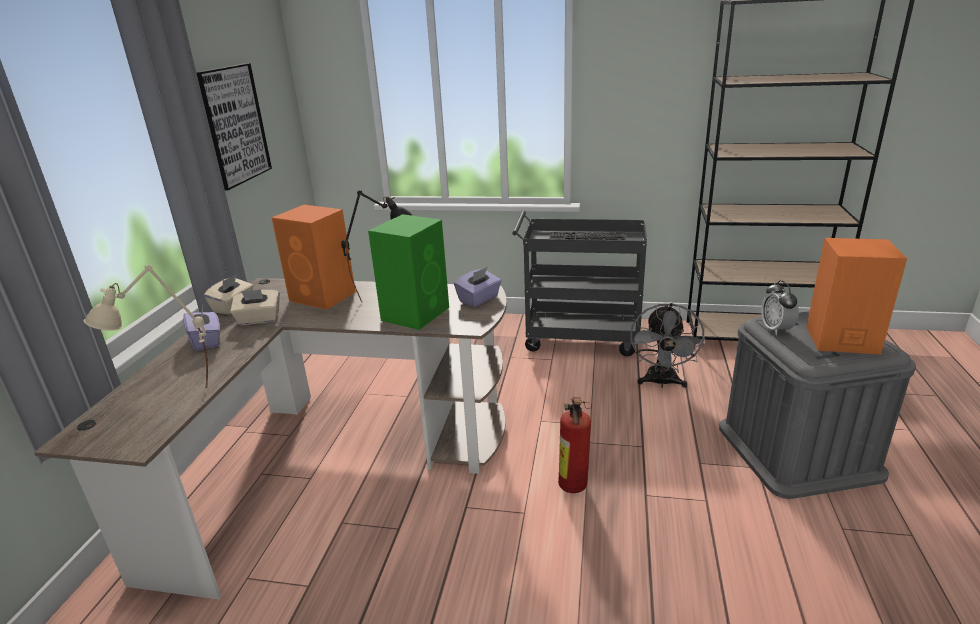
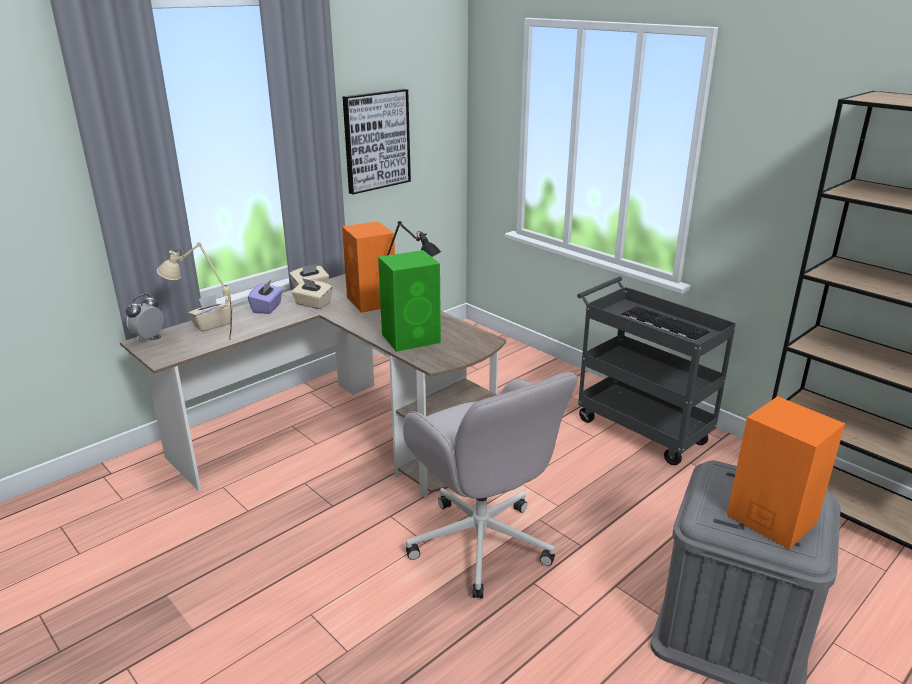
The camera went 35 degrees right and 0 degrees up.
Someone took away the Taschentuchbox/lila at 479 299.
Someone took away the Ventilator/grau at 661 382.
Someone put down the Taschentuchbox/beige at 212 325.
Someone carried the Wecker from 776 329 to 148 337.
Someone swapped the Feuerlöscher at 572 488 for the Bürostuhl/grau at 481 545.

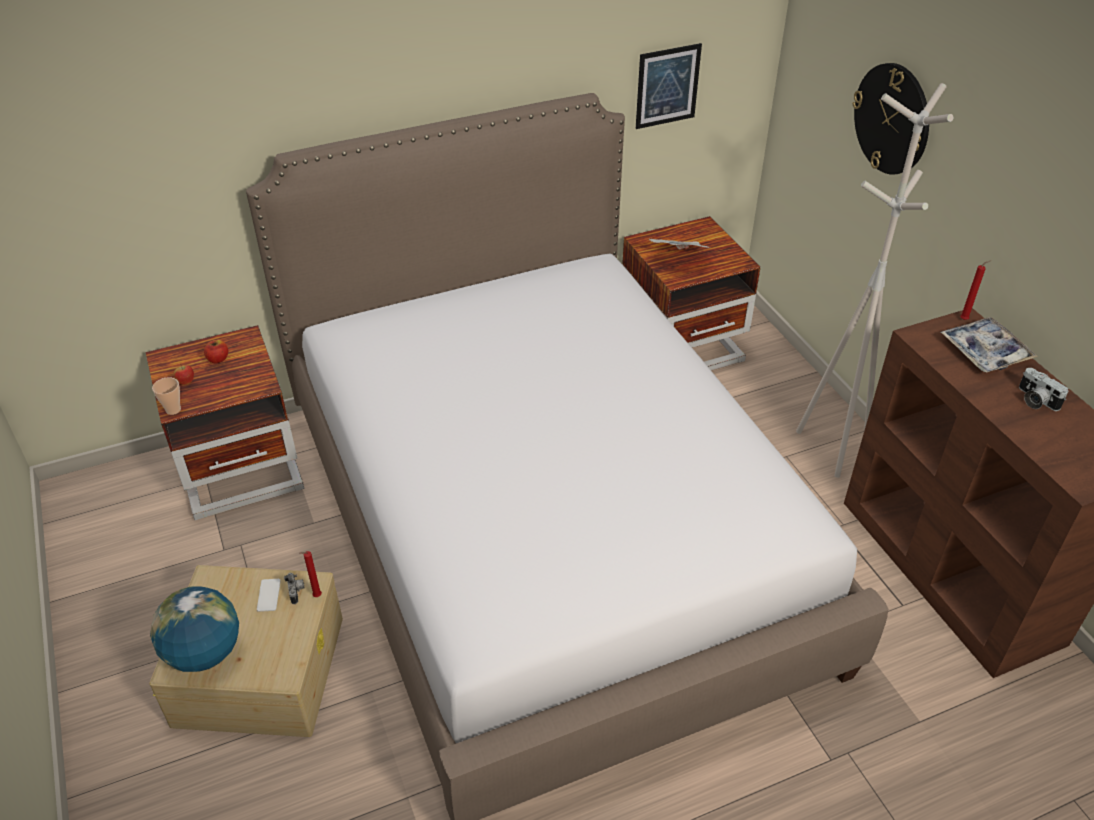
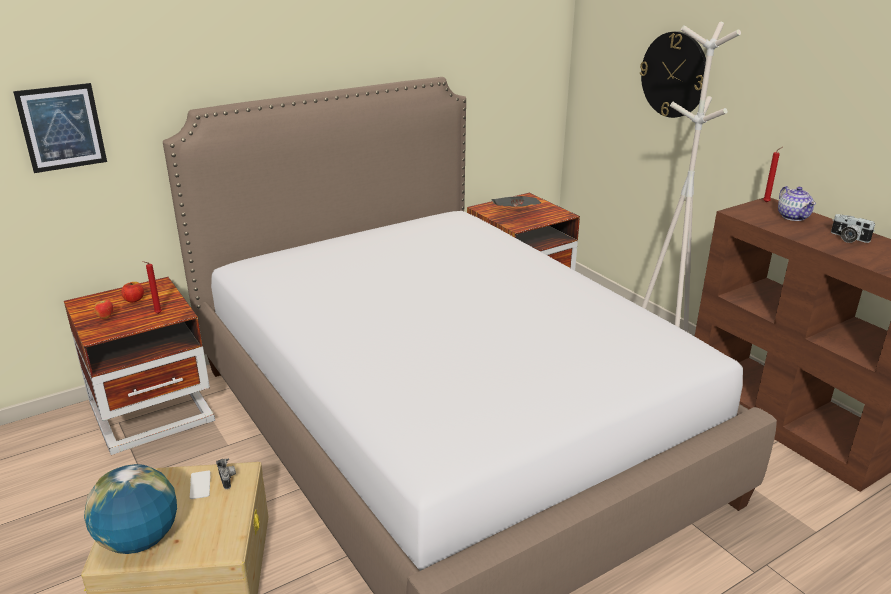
The camera went 10 degrees left and 15 degrees down.
Someone took away the Tasse at 173 410.
Someone carried the Kerze/rot from 316 596 to 157 314.
Someone carried the Bild from 667 86 to 62 127.
Someone swapped the Tablett at 985 351 for the Teekanne at 793 217.

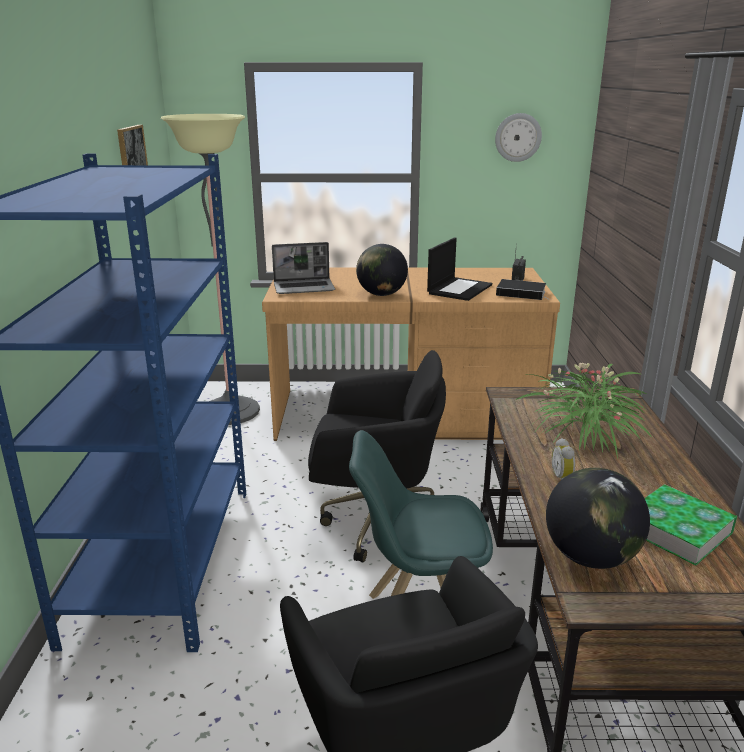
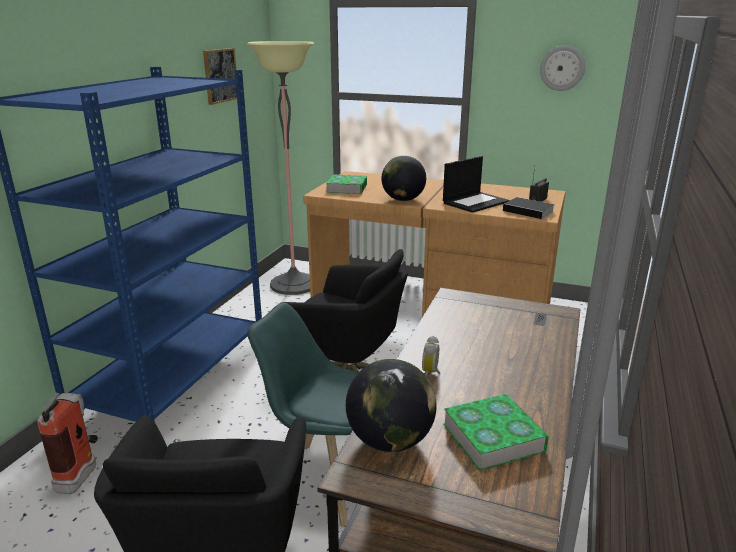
The camera went 20 degrees right and 0 degrees up.
Someone took away the Topfpflanze at 584 433.
Someone put down the Feuerlöscher at 81 473.
Someone swapped the Laptop at 304 287 for the Buch at 347 188.

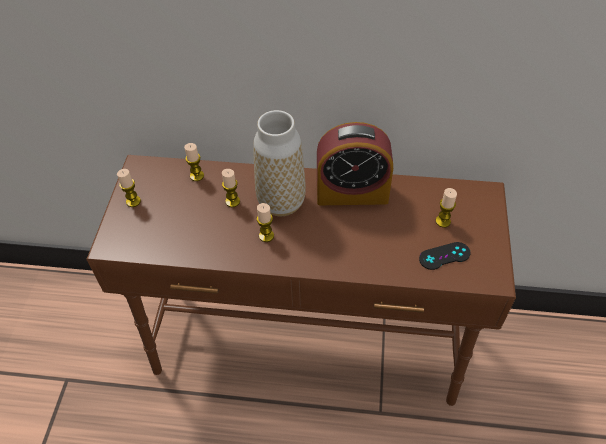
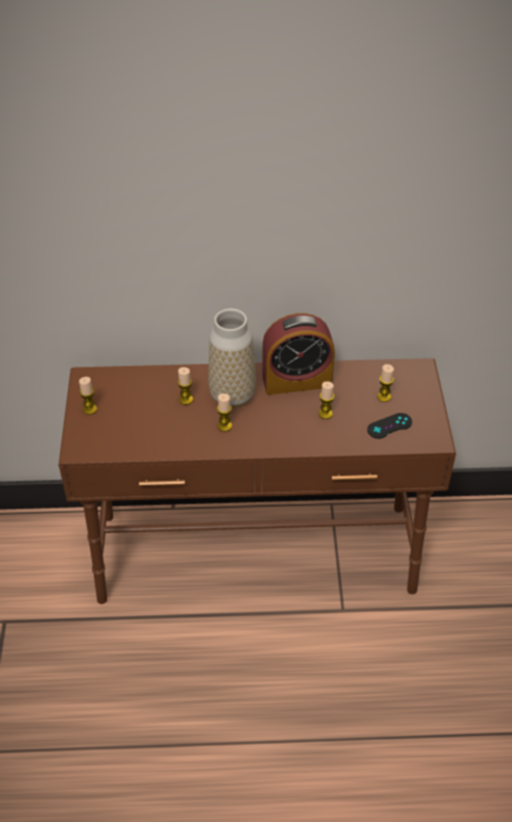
The camera went 10 degrees left and 5 degrees down.
Someone carried the Kerze from 197 176 to 325 414.

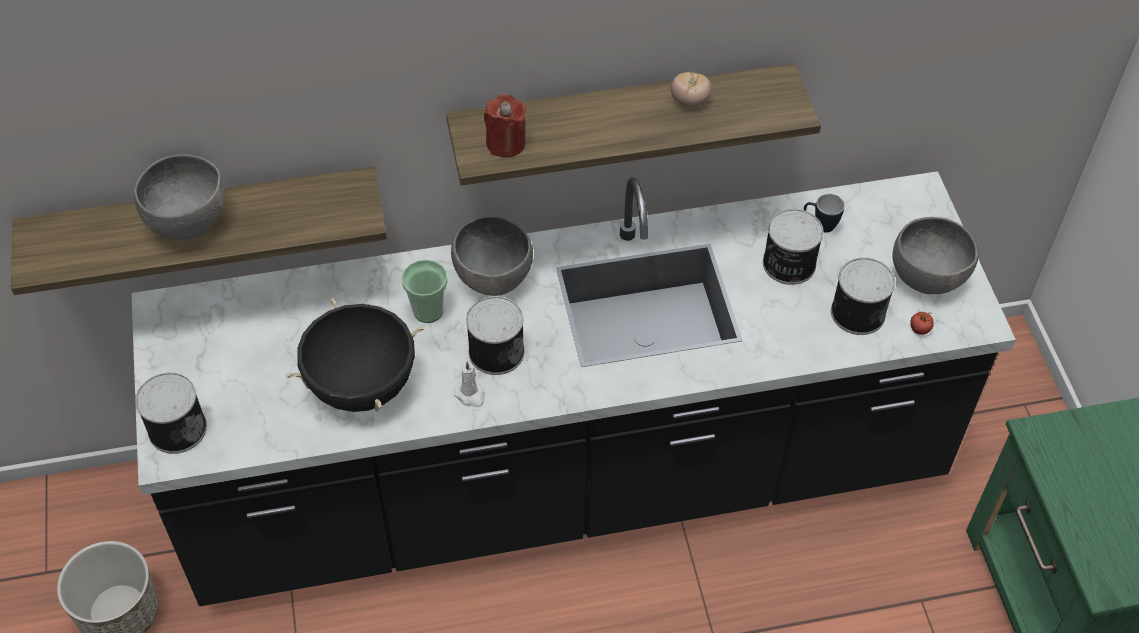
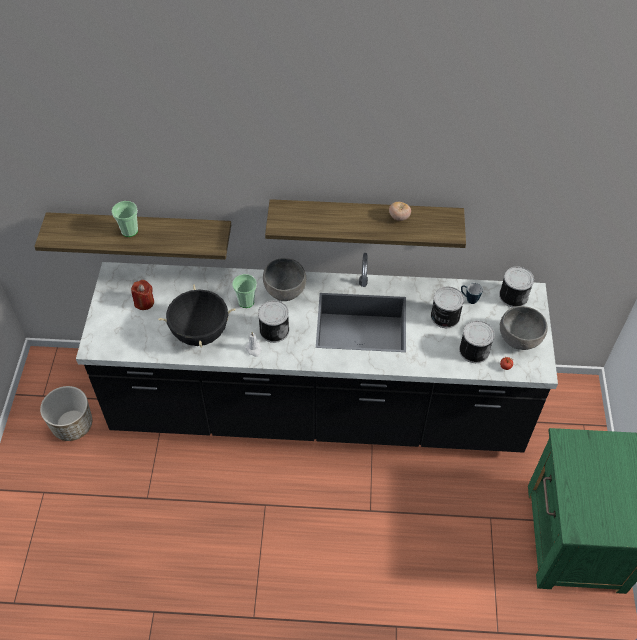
The camera went 15 degrees right and 0 degrees up.
Someone carried the Dose from 176 428 to 513 295.
Someone carried the Kerze/rot from 506 143 to 144 302.
Someone swapped the Schüssel/grau at 189 222 for the Tasse at 129 231.

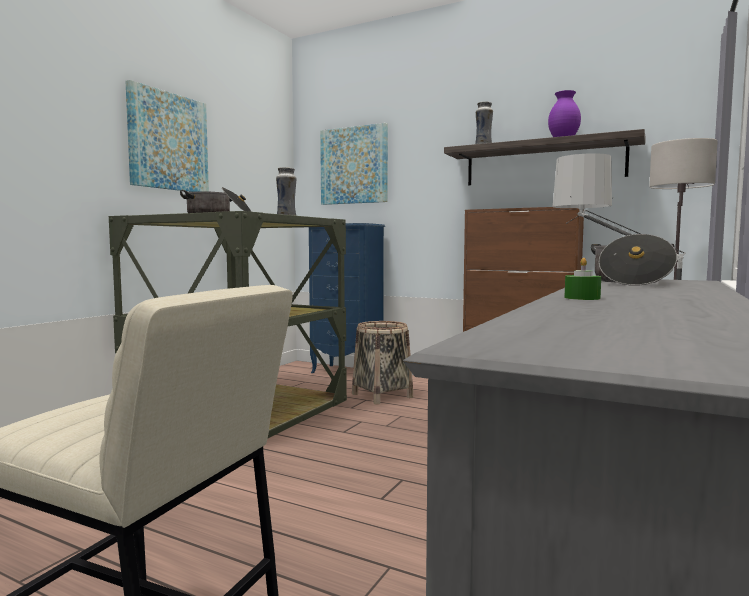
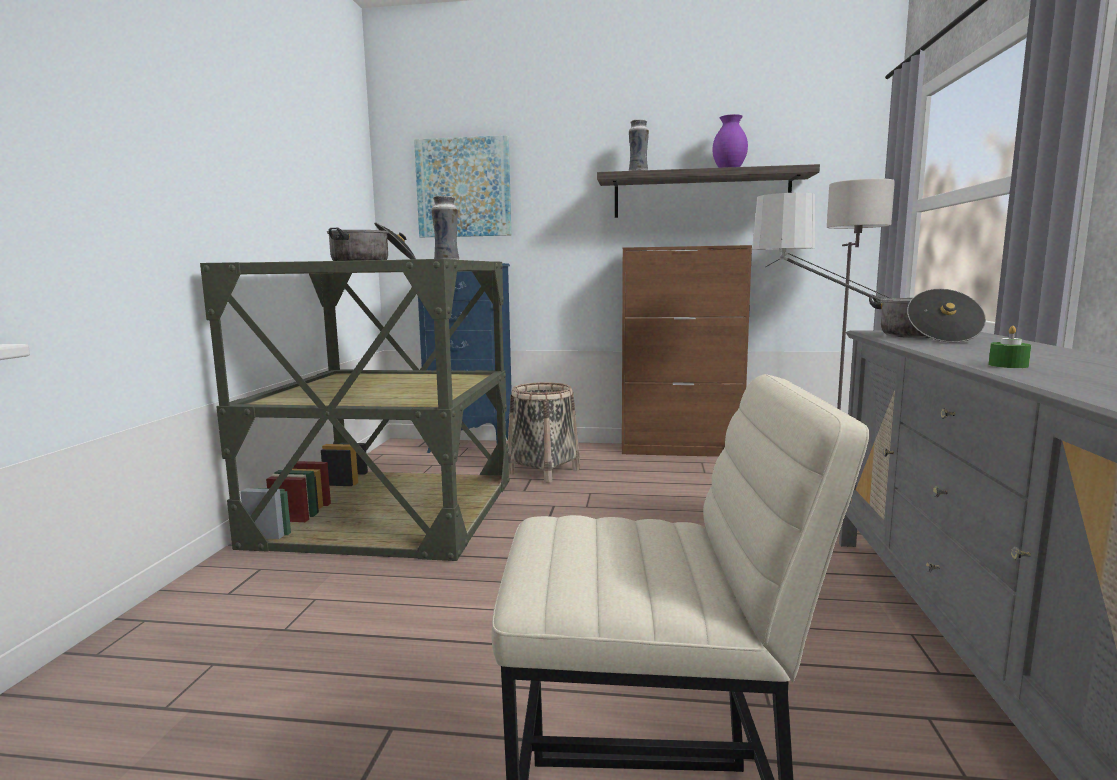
The camera went 20 degrees left and 5 degrees up.
Someone took away the Bild at 168 141.

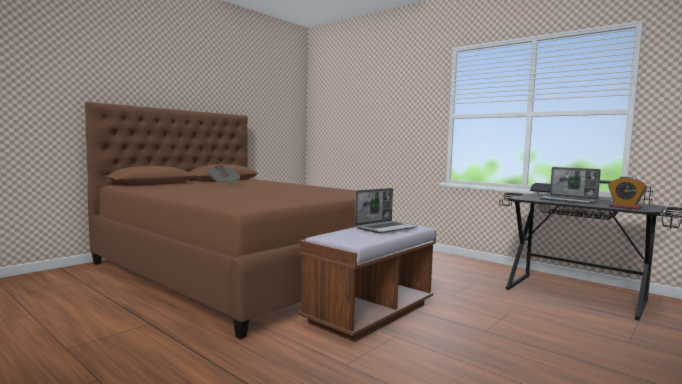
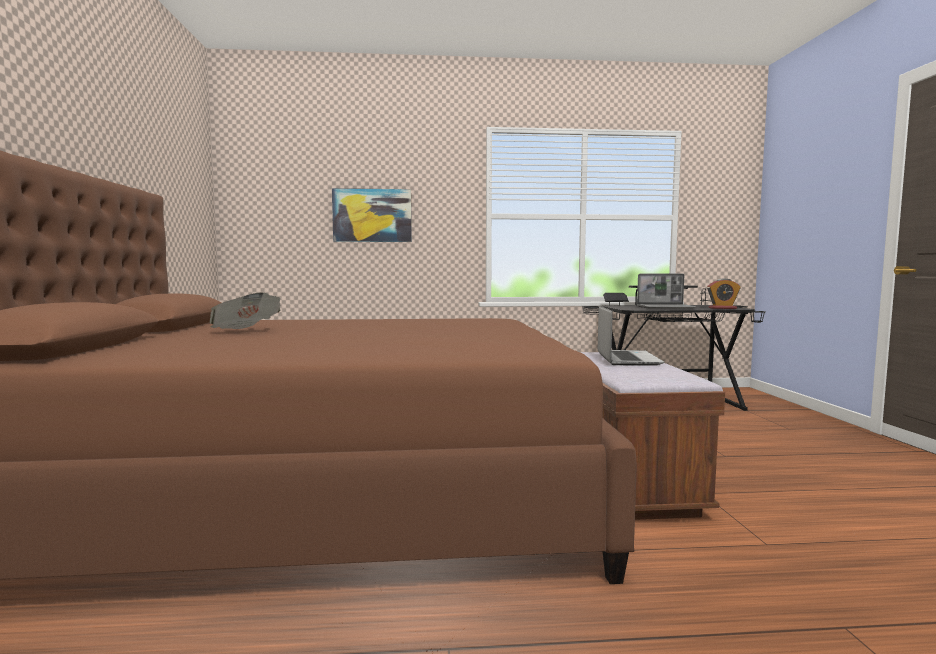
The camera went 45 degrees left and 0 degrees up.
Someone put up the Bild at 372 215.

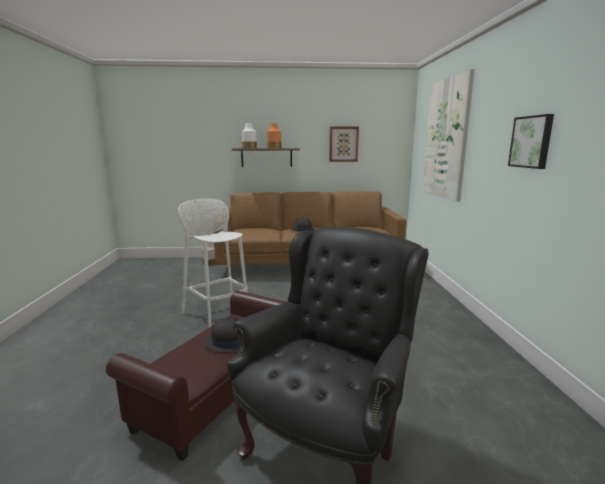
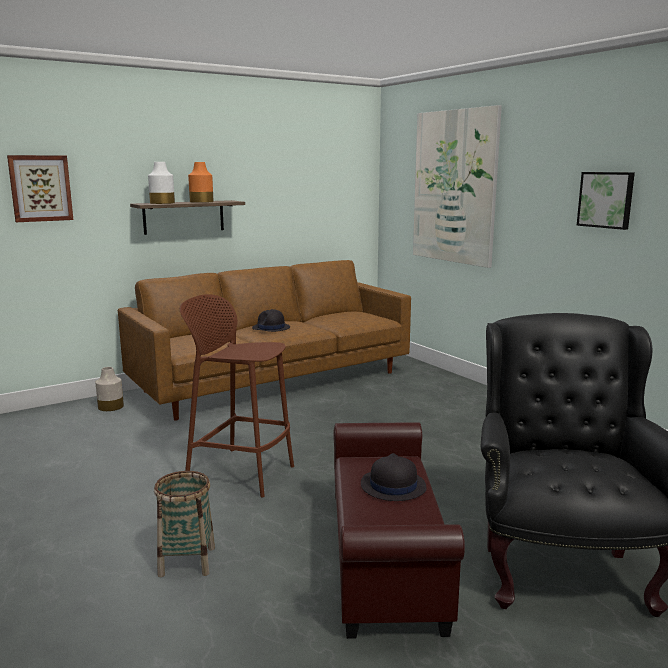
The camera went 30 degrees left and 0 degrees up.
Someone put down the Korb at 187 561.
Someone carried the Bild from 343 144 to 40 188.
Someone repainted the Hocker/weiß at 218 313, which became the Hocker/braun at 240 473.

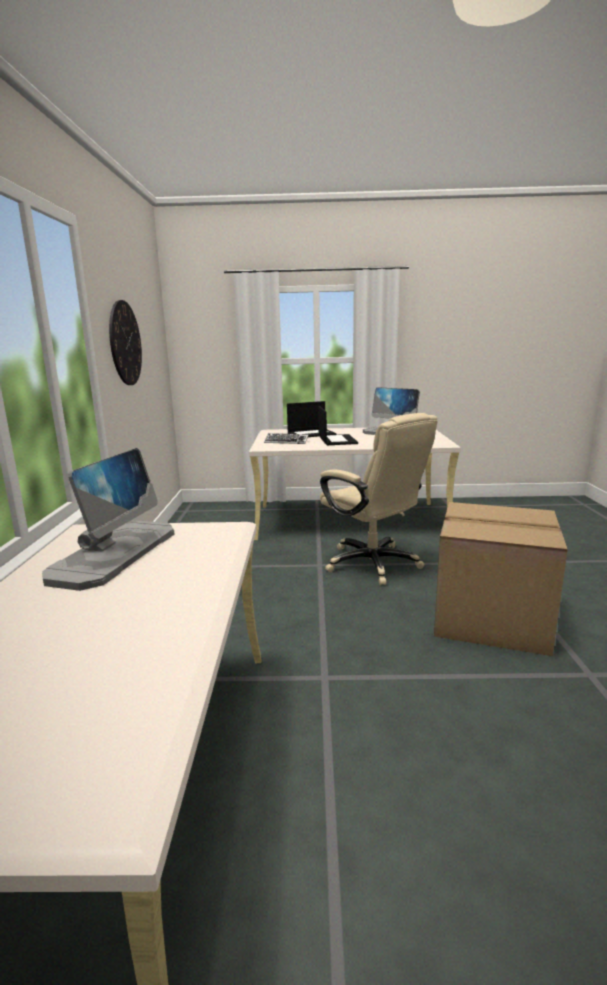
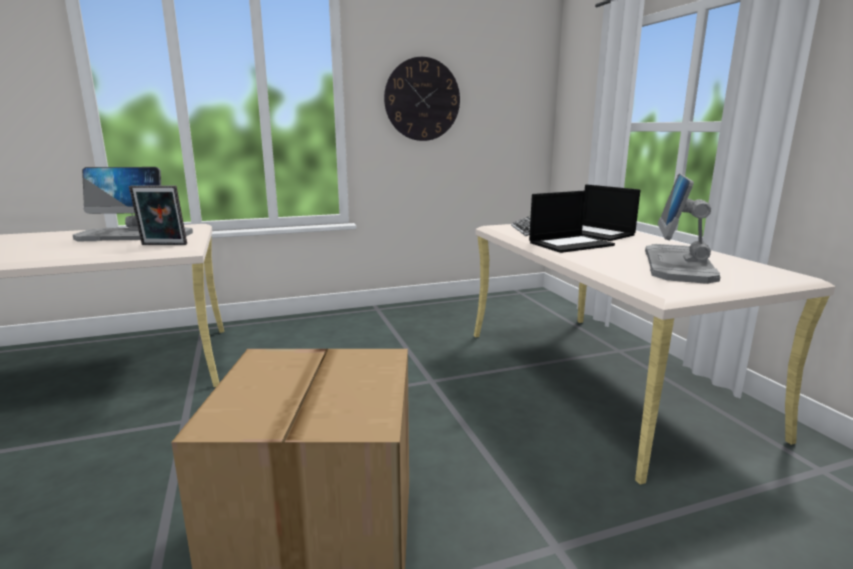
The camera went 70 degrees right and 0 degrees up.
Someone took away the Bürostuhl/beige at 372 563.
Someone put down the Bilderrahmen at 163 245.

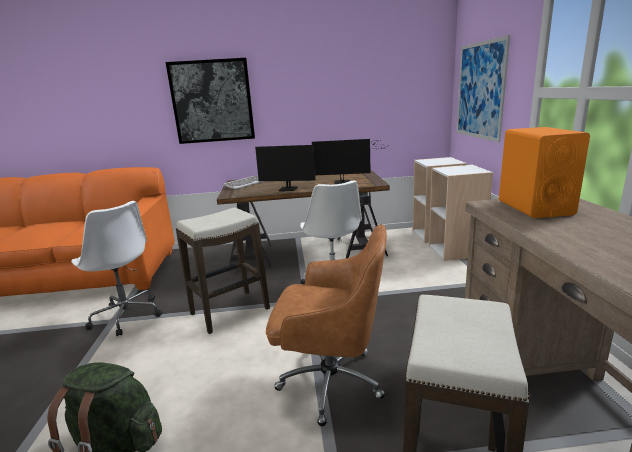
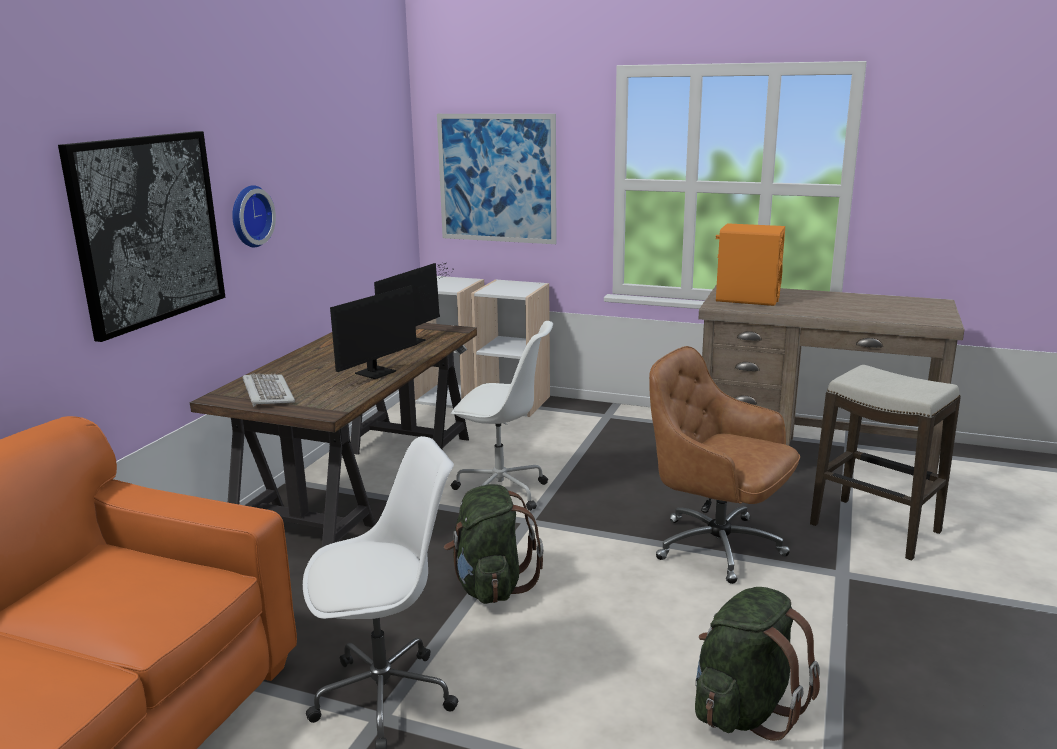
The camera went 65 degrees left and 0 degrees up.
Someone put up the Wanduhr at 249 216.
Someone swapped the Hocker at 230 311 for the Rucksack/grün at 490 586.
Someone rotated the Bürostuhl/braun at 331 382 by 90 degrees counterclockwise.

